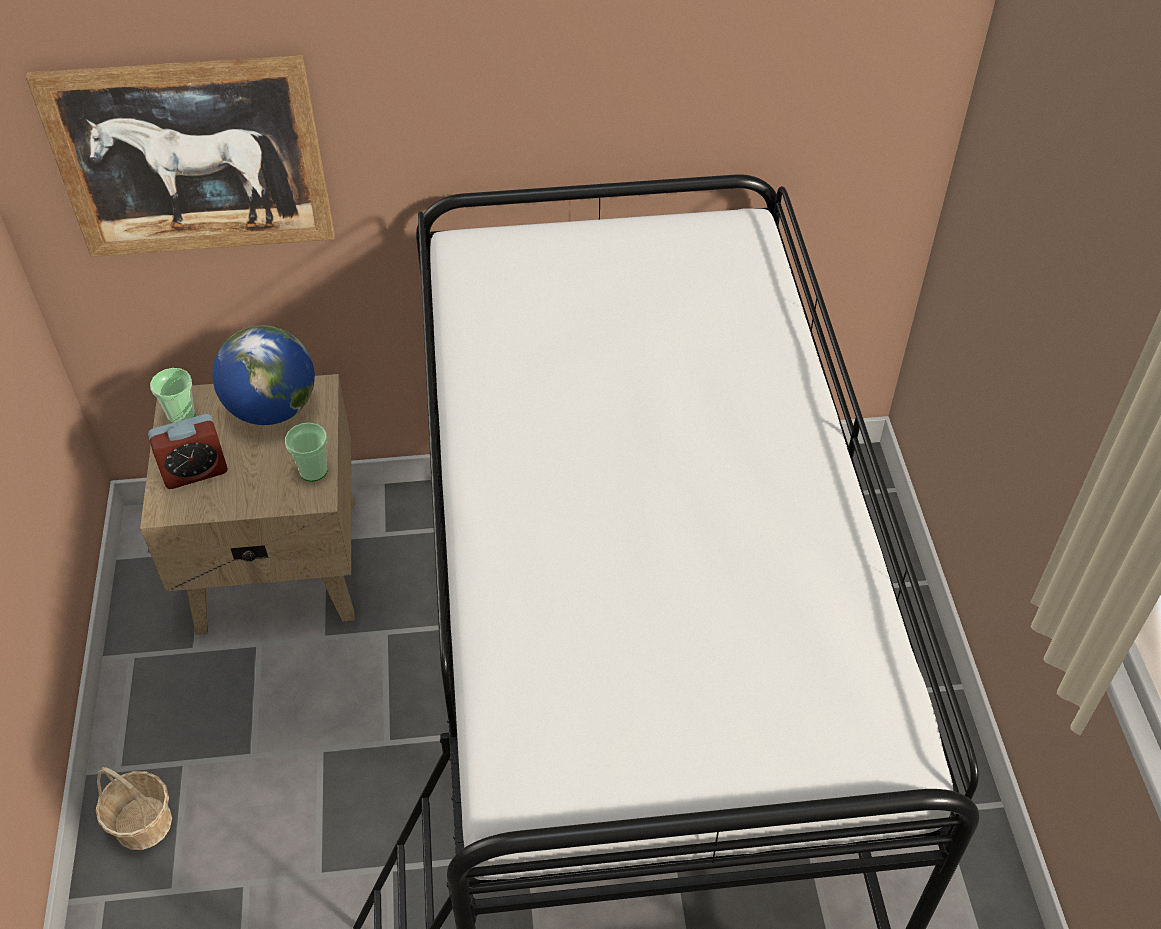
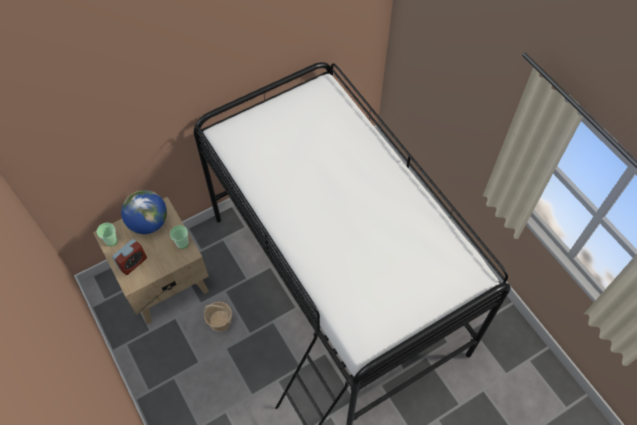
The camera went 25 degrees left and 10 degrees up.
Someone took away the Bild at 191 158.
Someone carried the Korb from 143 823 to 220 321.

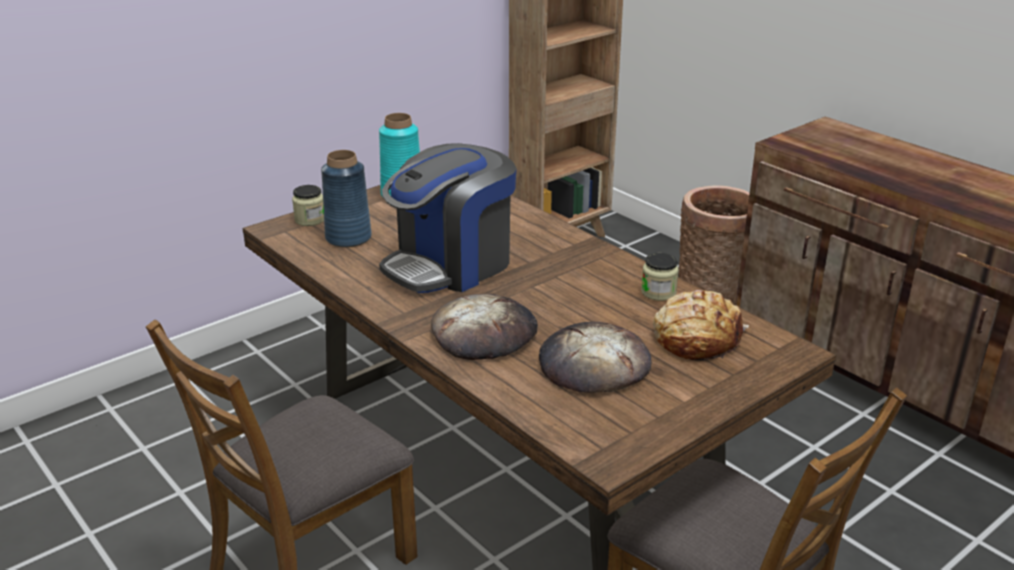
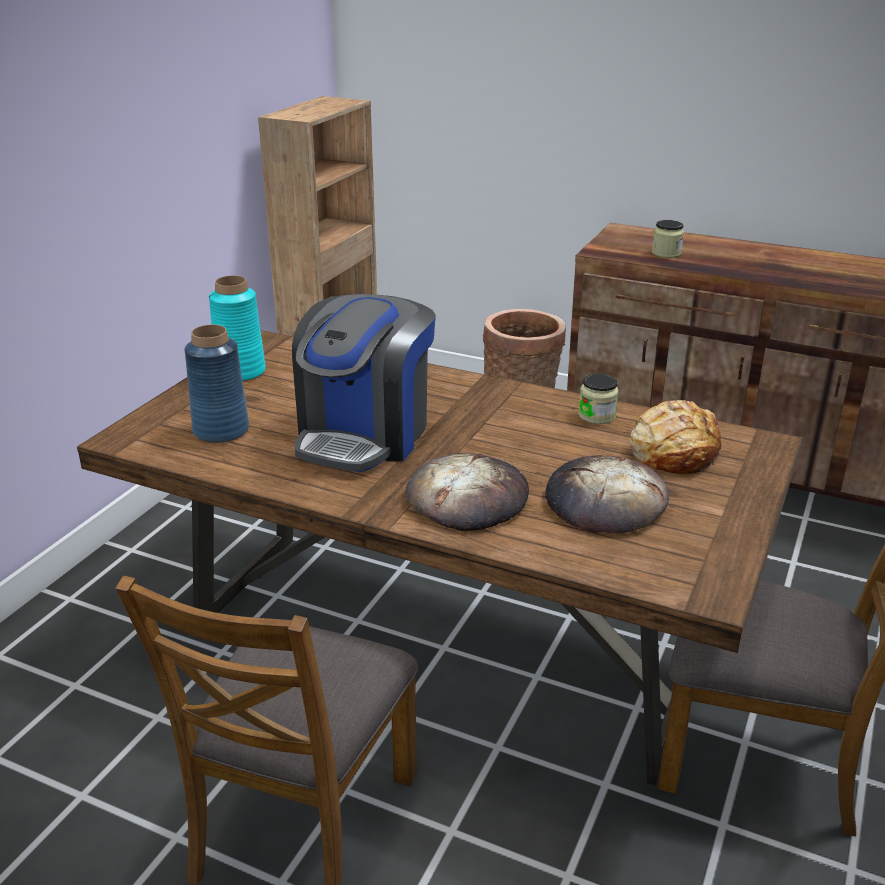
The camera went 25 degrees left and 0 degrees up.
Someone carried the Vorratsglas from 310 220 to 666 253.

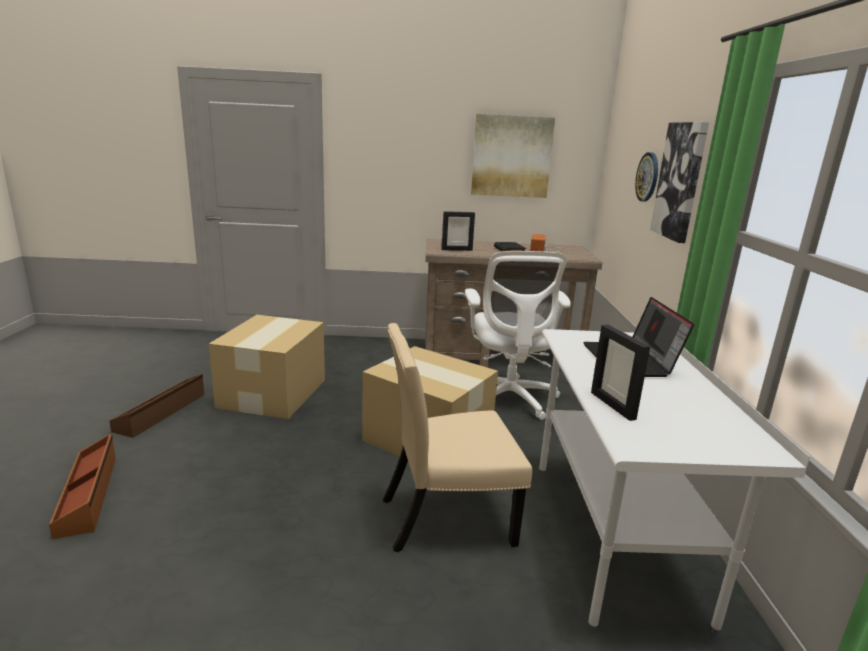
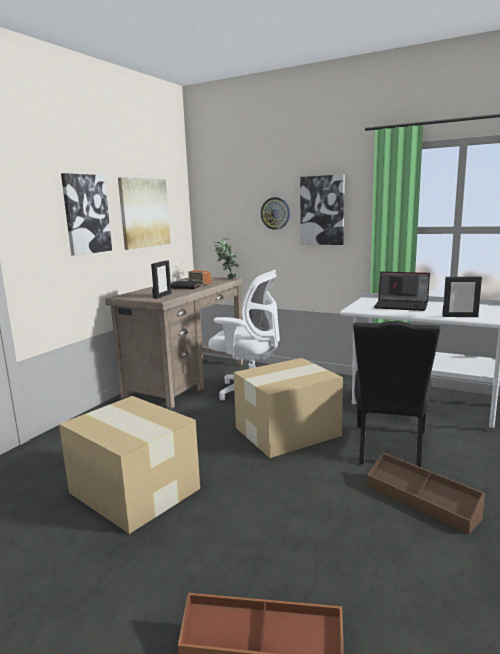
The camera went 60 degrees left and 5 degrees down.
Someone put up the Bild at 86 214.
Someone put down the Topfpflanze at 227 278.
Someone carried the Aufbewahrungsbox/braun from 162 412 to 421 501.
Someone repainted the Stuhl/beige at 449 518, which became the Stuhl/schwarz at 389 445.

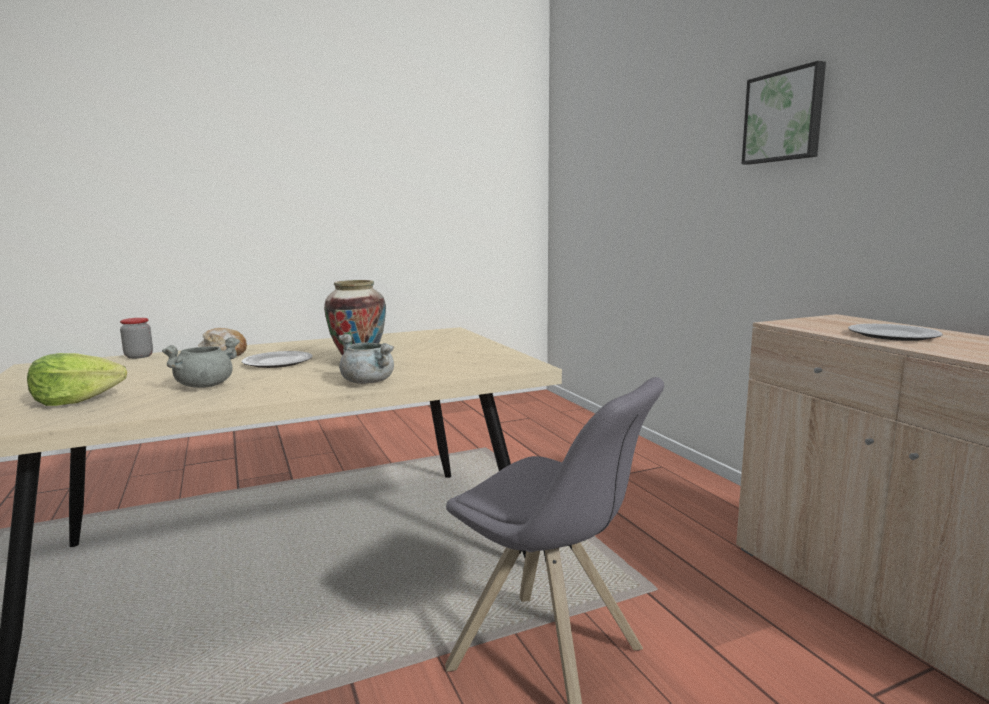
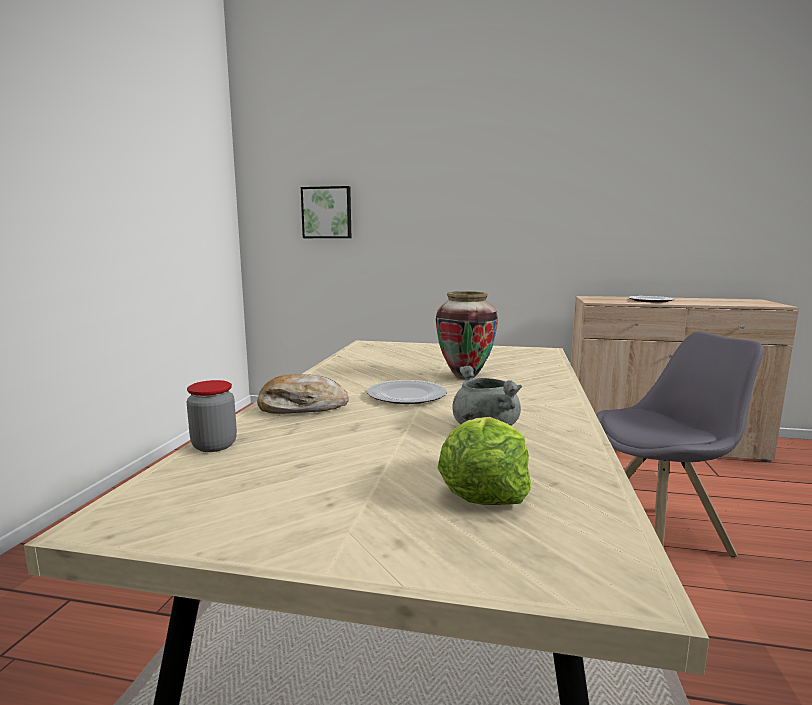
The camera went 55 degrees left and 0 degrees up.
Someone took away the Kochtopf/grau at 369 382.
Someone carried the Bild from 784 116 to 327 213.

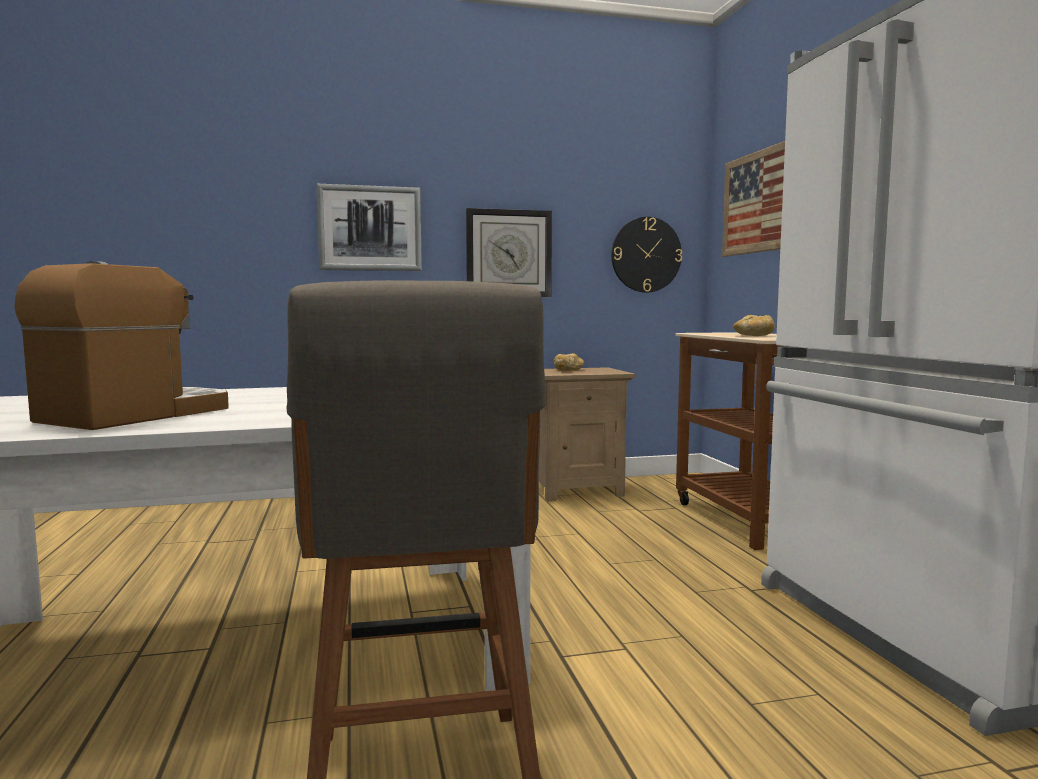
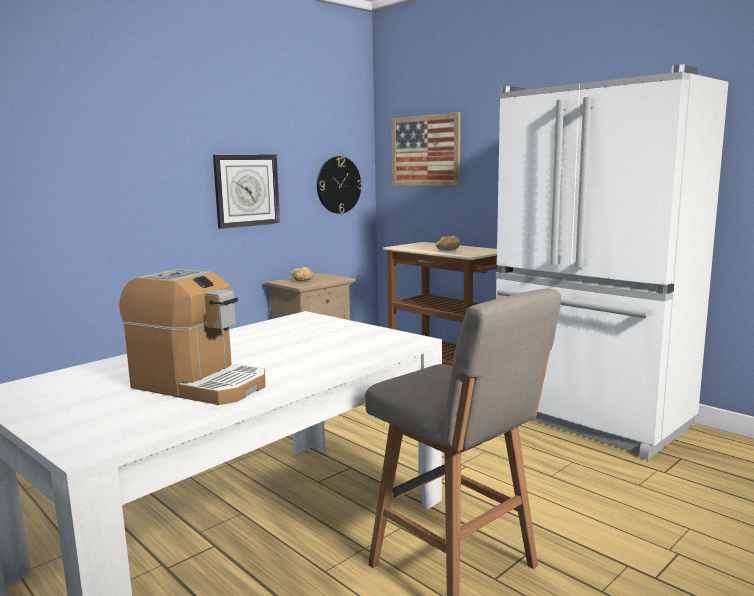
The camera went 30 degrees left and 5 degrees up.
Someone took away the Bild at 370 228.
Someone rotated the Kaffeemaschine at 136 415 by 120 degrees clockwise.

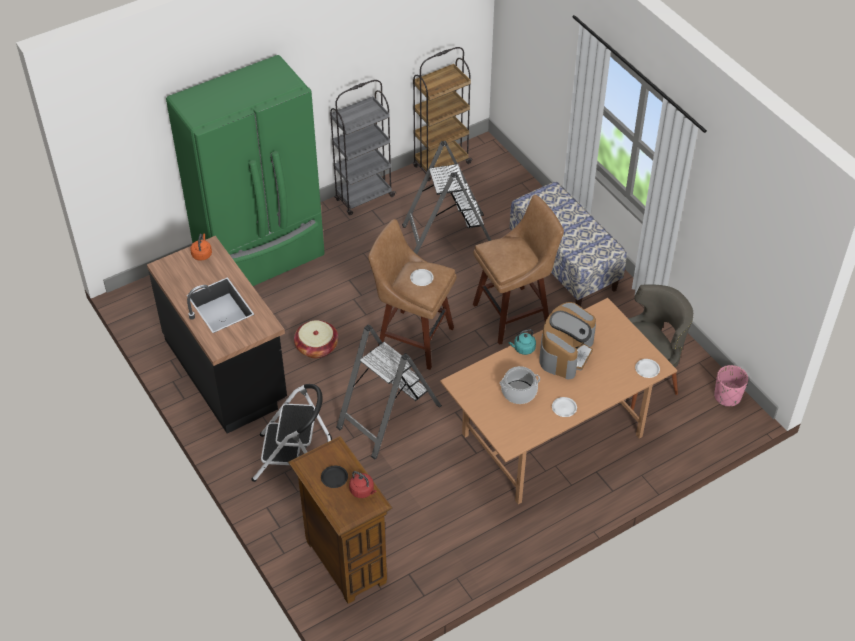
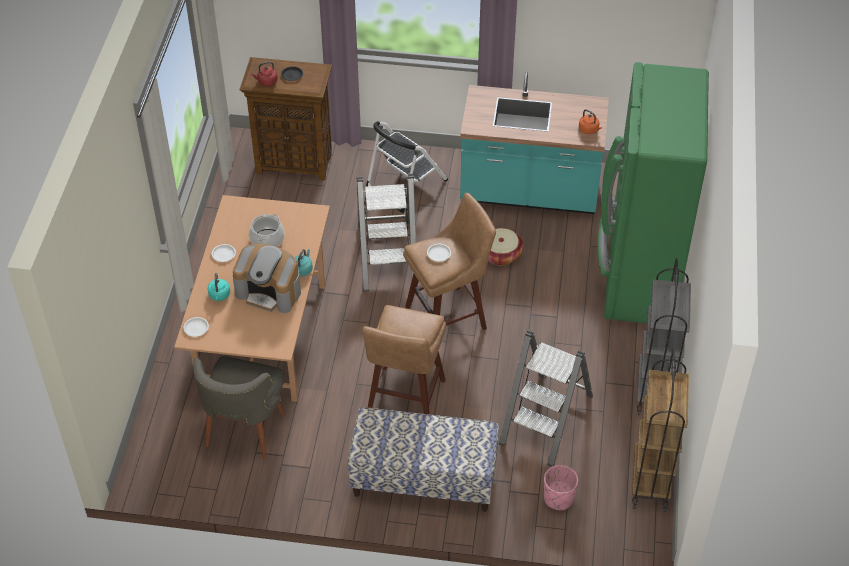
The camera went 130 degrees right and 0 degrees up.
Someone put down the Wasserkessel/türkis at 219 296.
Someone carried the Pflanzkübel/rosa from 727 396 to 558 498.
Someone repainted the Küchenzeile/schwarz at 227 370, which became the Küchenzeile/türkis at 529 193.
Someone rotated the Kaffeemaschine at 565 352 by 45 degrees counterclockwise.

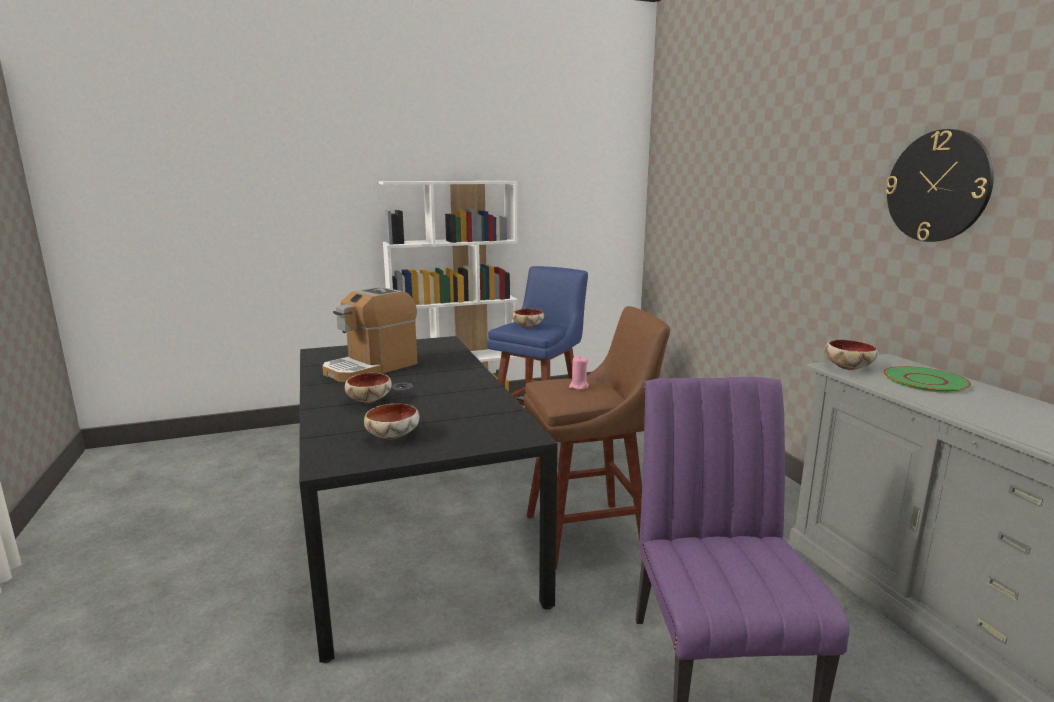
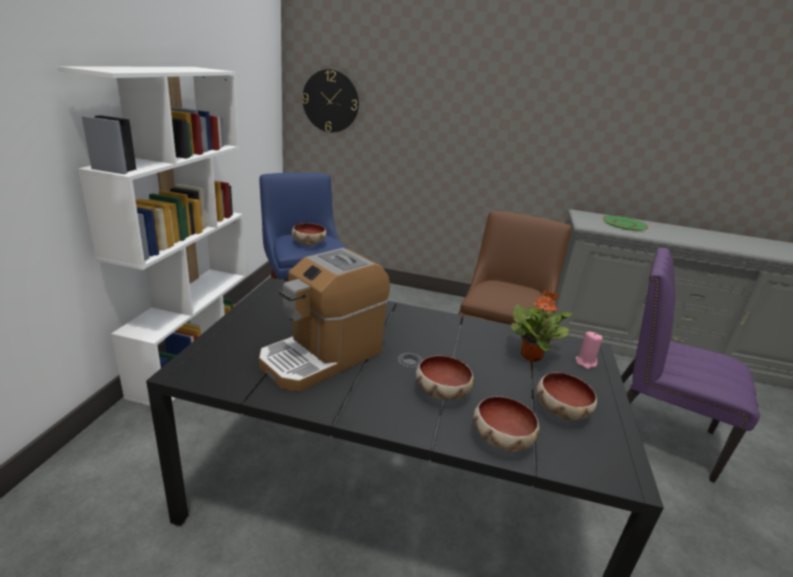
The camera went 60 degrees left and 10 degrees up.
Someone put down the Topfpflanze at 531 355.
Someone carried the Kerze/rosa from 578 386 to 585 362.
Someone carried the Schüssel from 847 367 to 500 438.
Someone carried the Wanduhr from 938 186 to 331 101.
Someone rotated the Kaffeemaschine at 371 368 by 60 degrees clockwise.

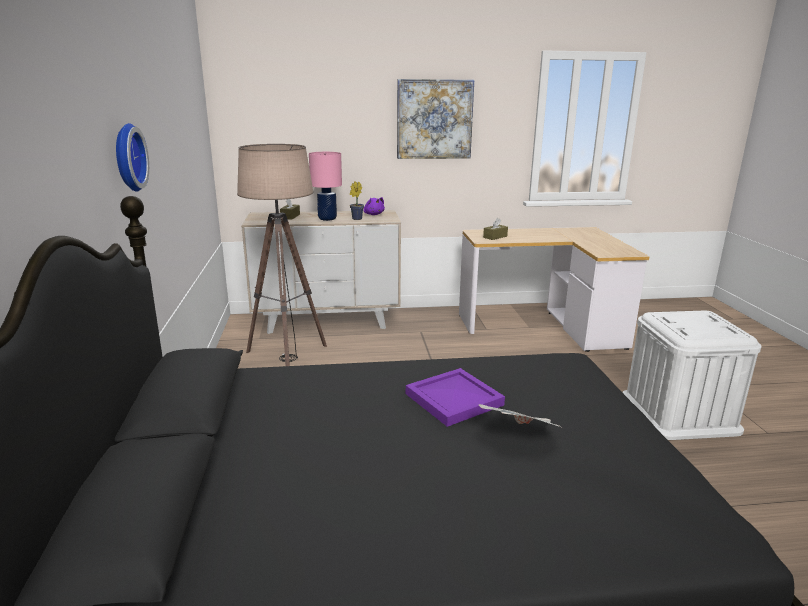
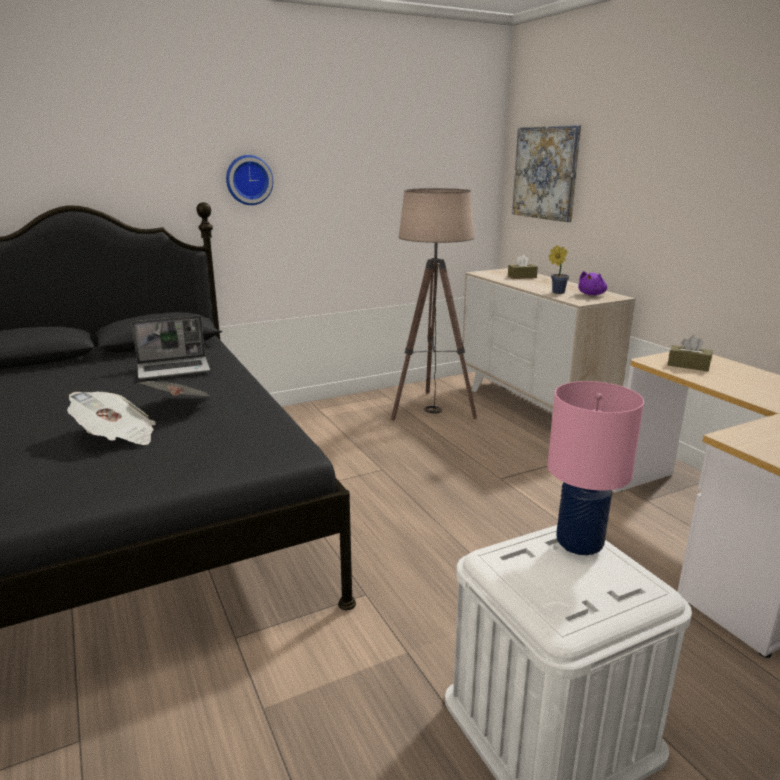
The camera went 70 degrees right and 0 degrees up.
Someone put down the Laptop at 174 369.
Someone carried the Tischlampe/rosa from 327 219 to 578 546.
Someone carried the Bild from 434 119 to 545 173.
Someone swapped the Tablett/lila at 452 399 for the Zeitung at 180 407.

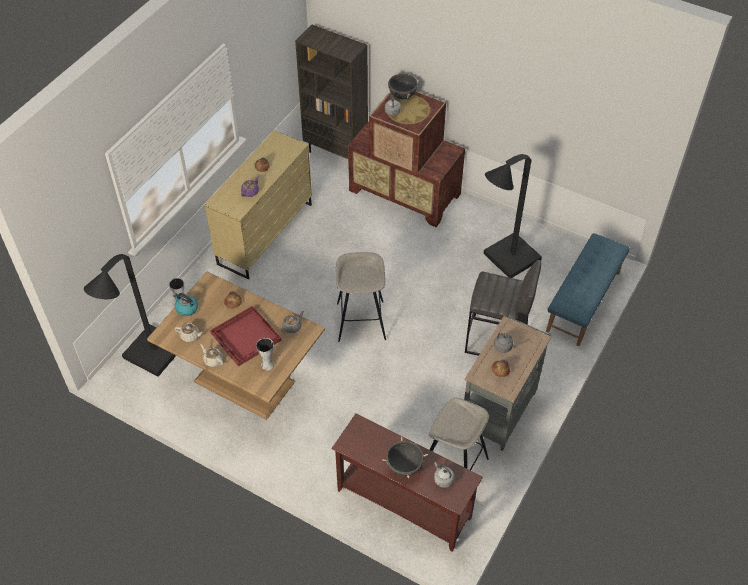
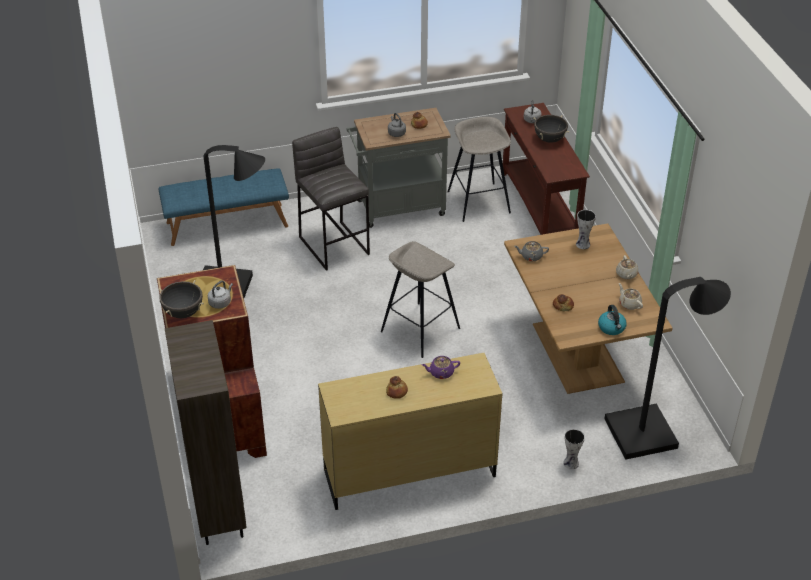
The camera went 135 degrees left and 10 degrees down.
Someone took away the Tablett/rot at 246 337.

